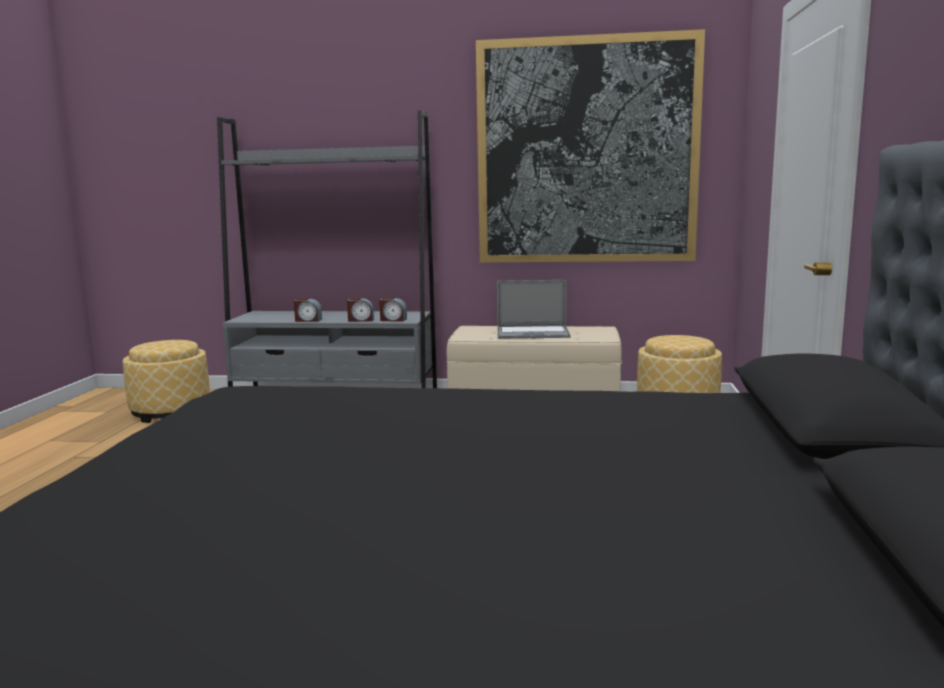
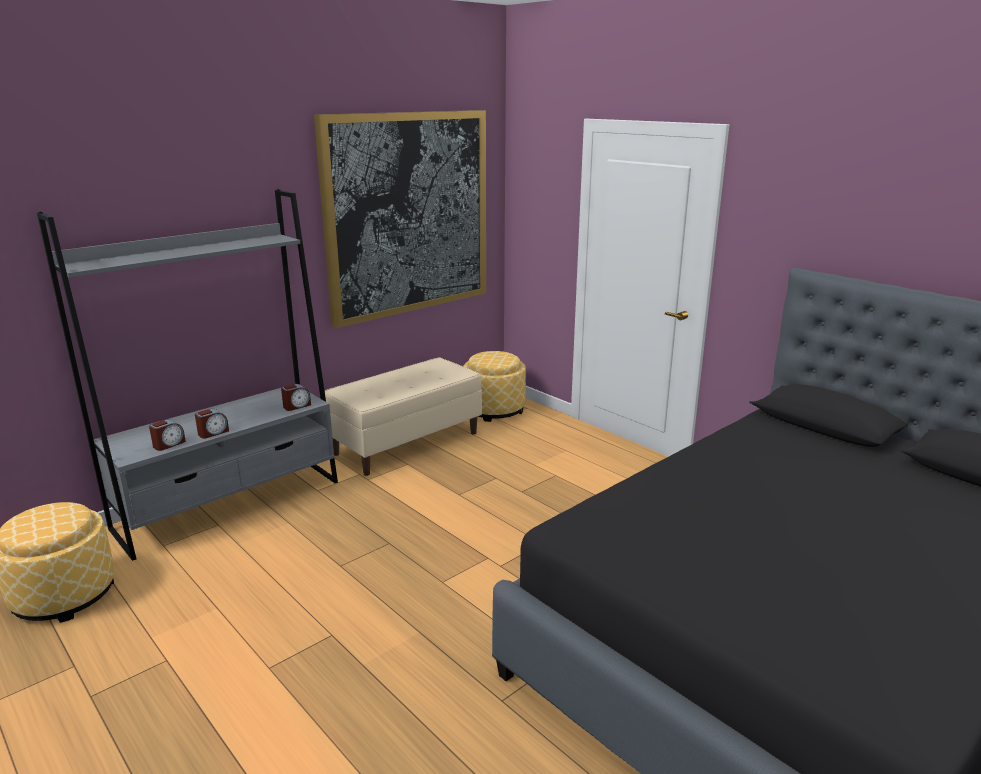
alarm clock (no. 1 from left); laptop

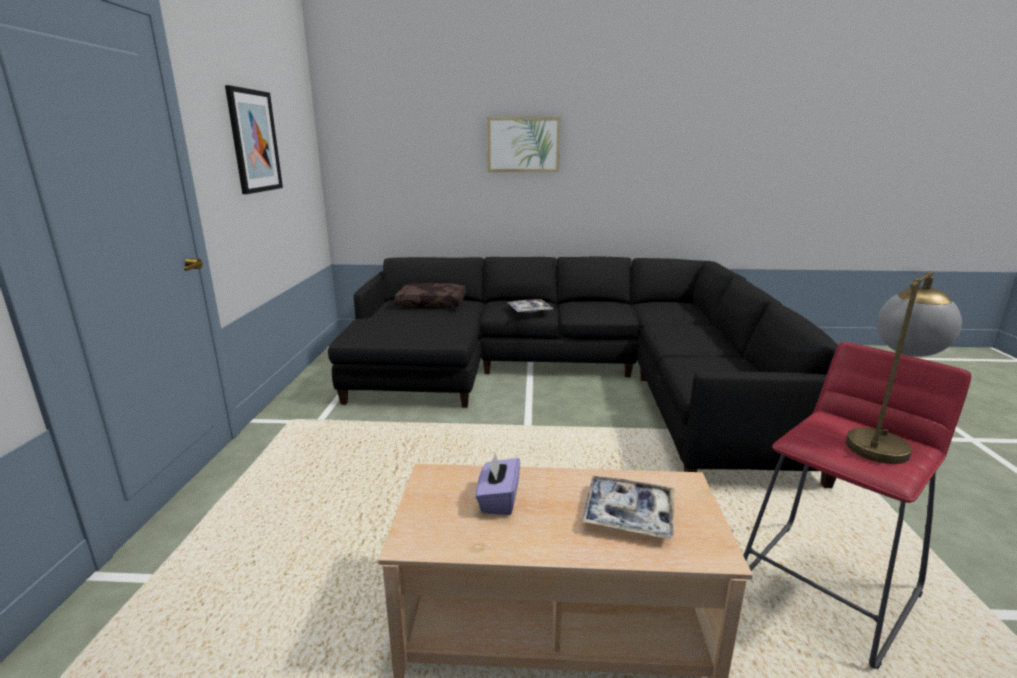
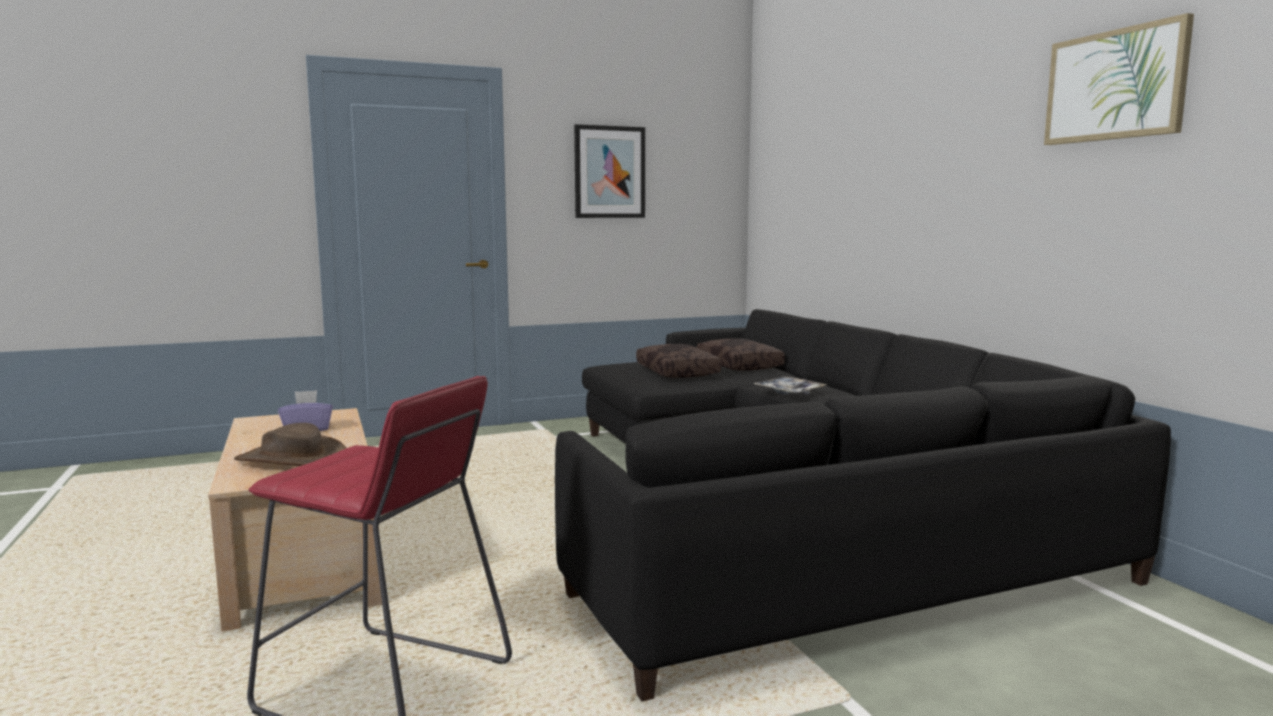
brown hat; brown pillow (no. 1 from left); picture (no. 2 from left); table lamp

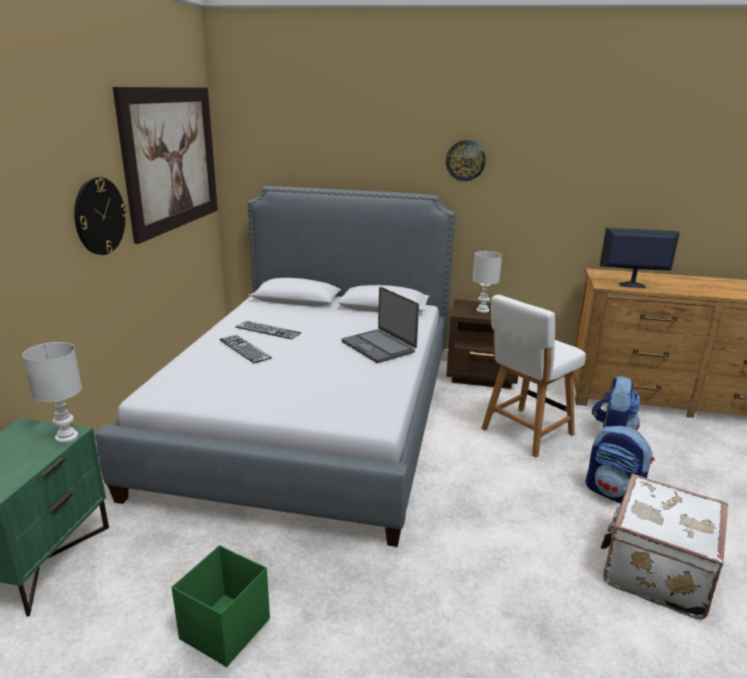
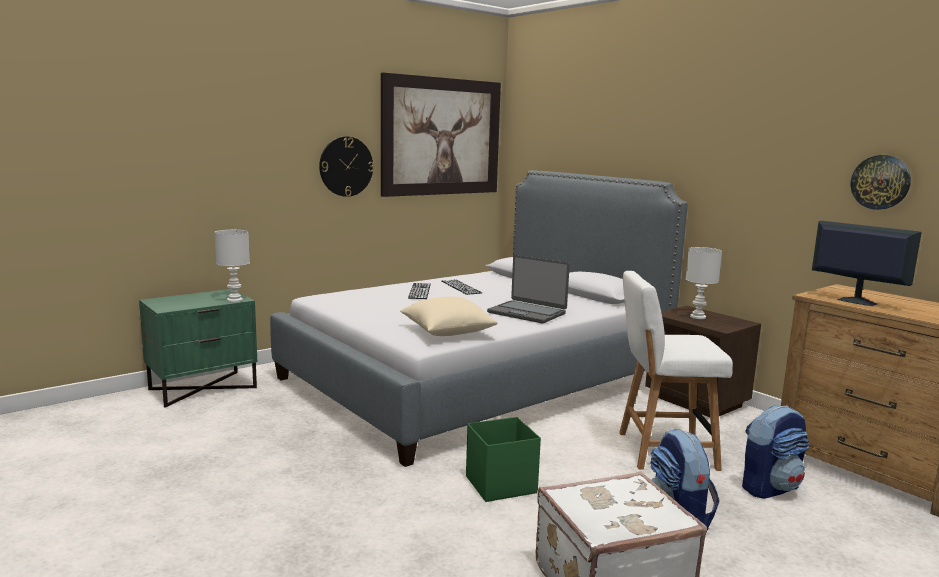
beige pillow; green storage box; laptop; wall clock (no. 2 from left)

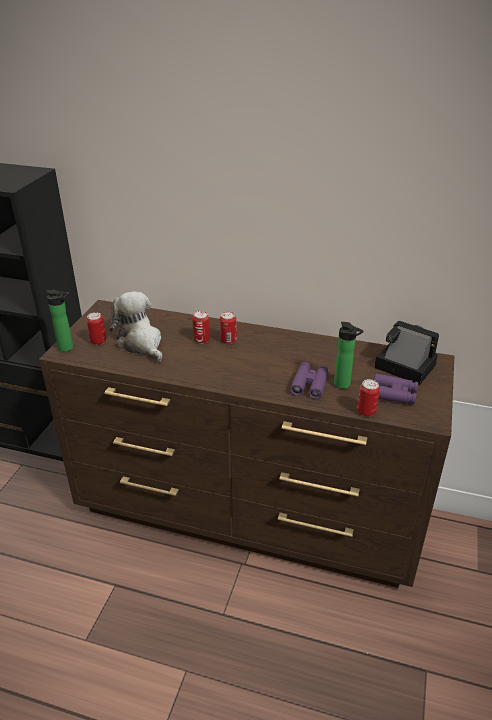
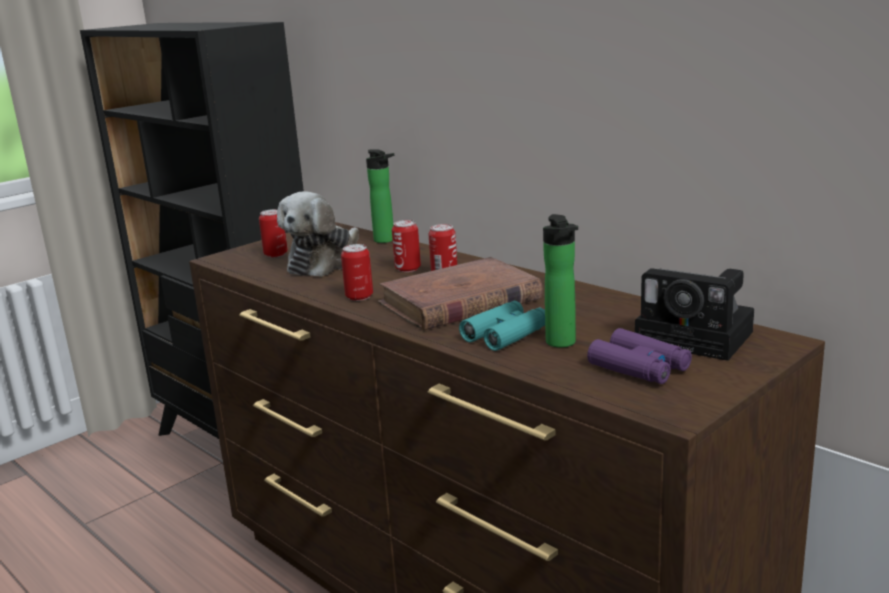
plush toy; can (no. 2 from left); bottle (no. 1 from left); brown book; turquoise binoculars; photo camera

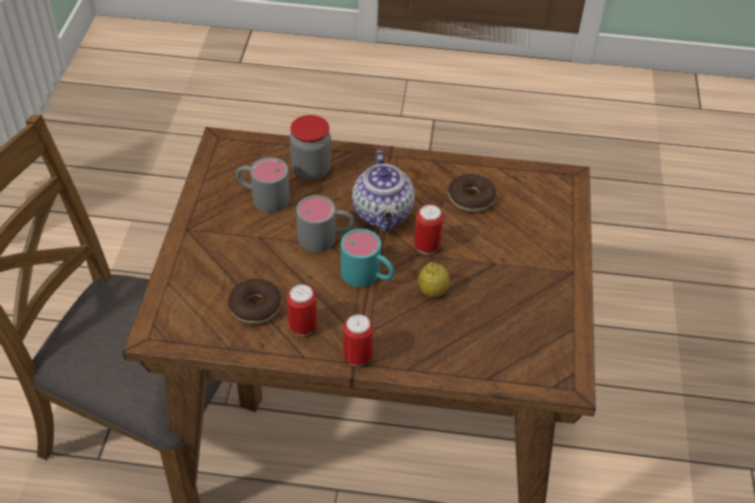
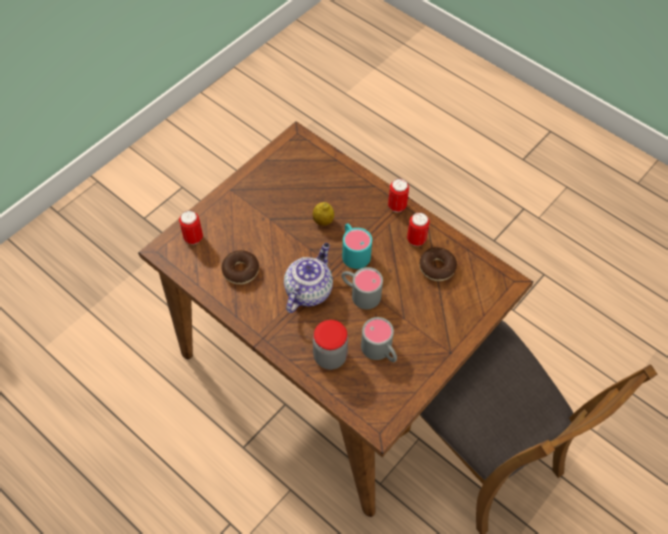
can (no. 1 from left)

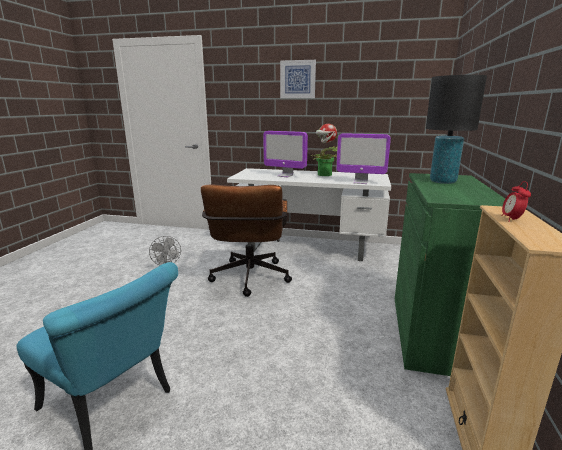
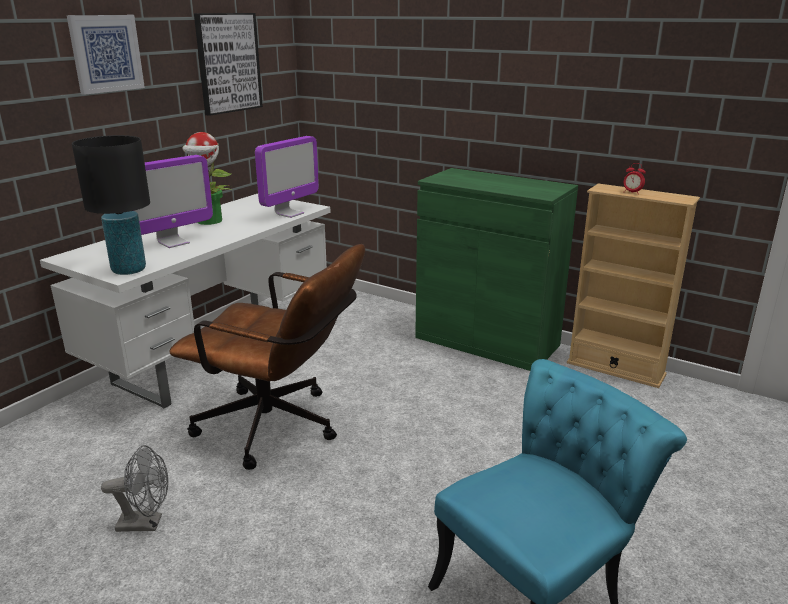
black table lamp; picture (no. 2 from left)

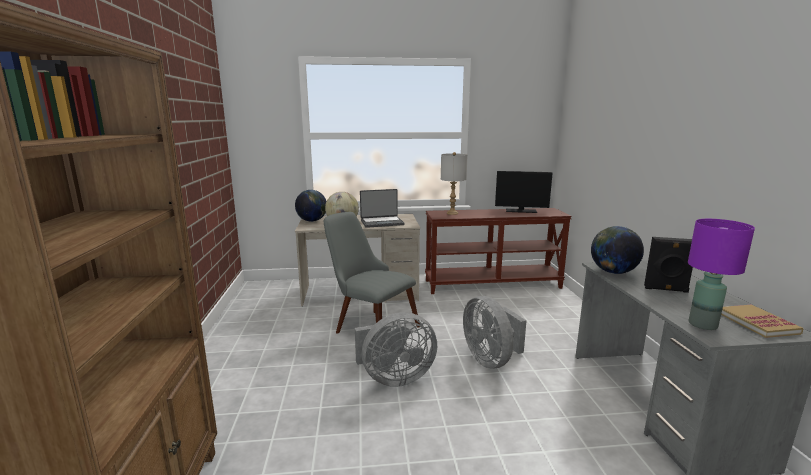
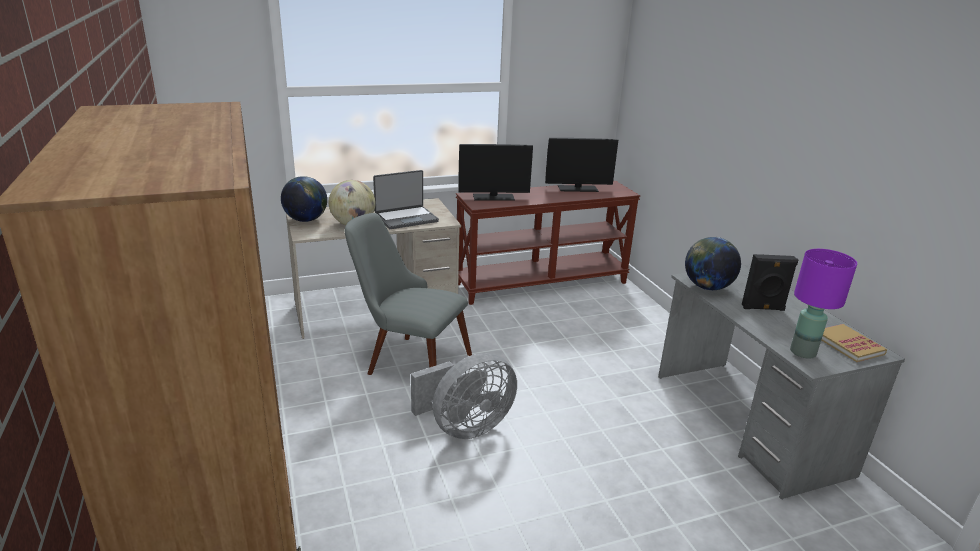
monitor (no. 1 from left); grey fan (no. 2 from left in the first image)

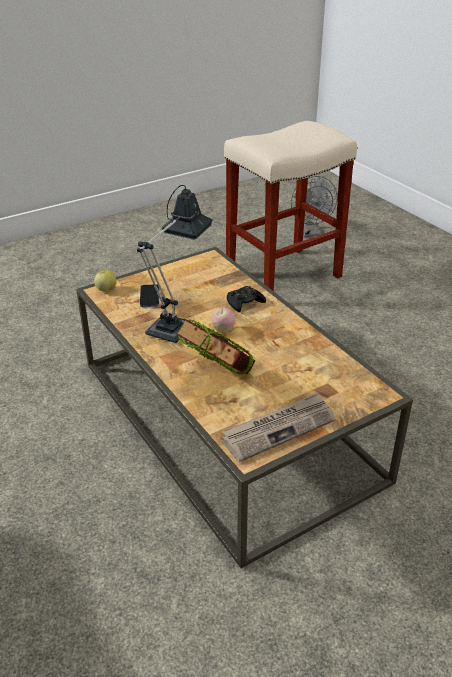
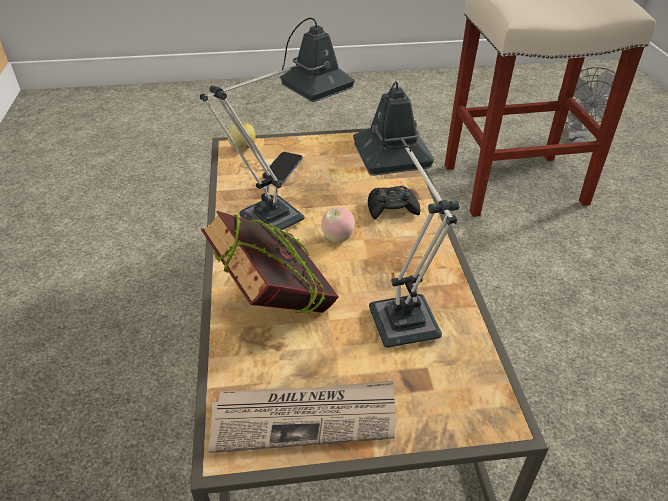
table lamp (no. 2 from left)

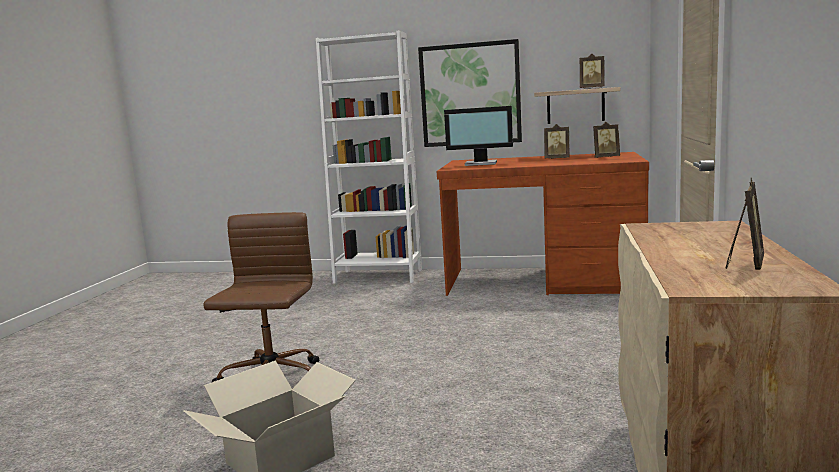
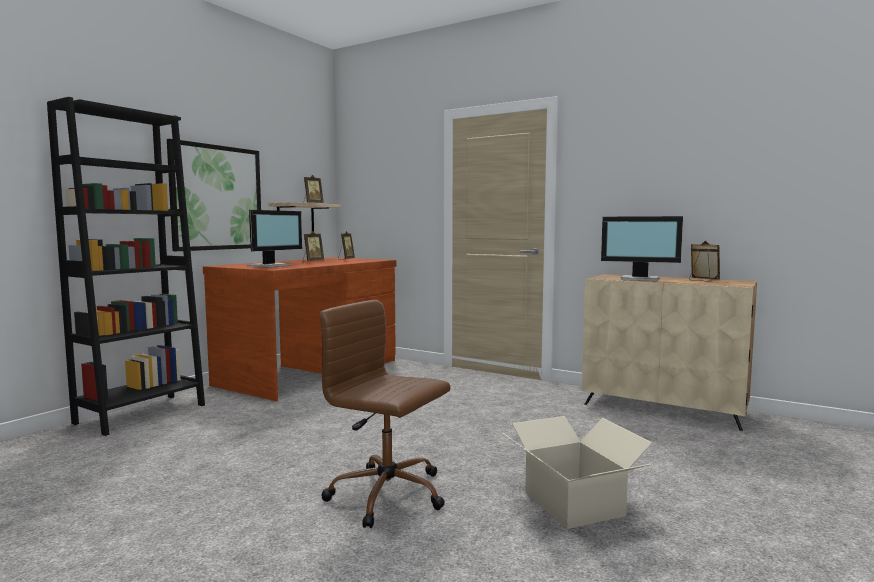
black bookcase; monitor (no. 2 from left)

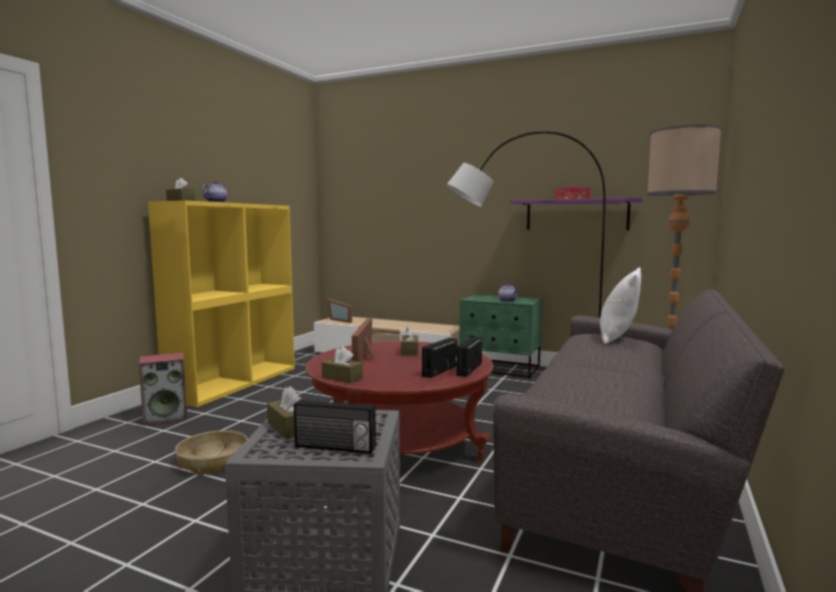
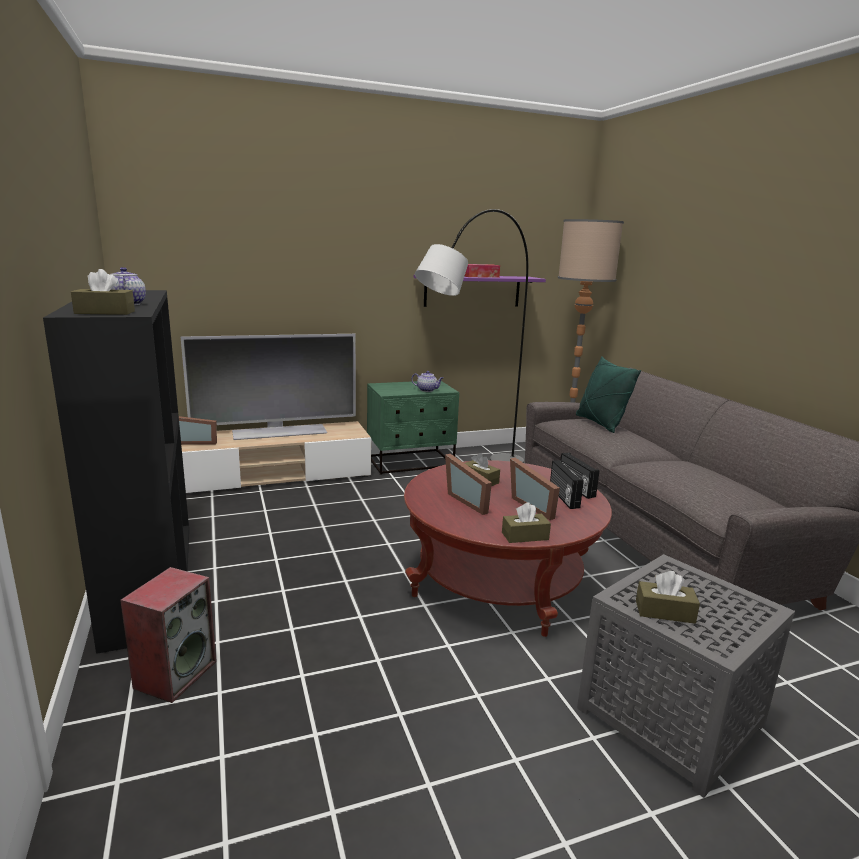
black bookcase; television; picture frame (no. 3 from left); green pillow; basket; radio (no. 1 from left in the first image)

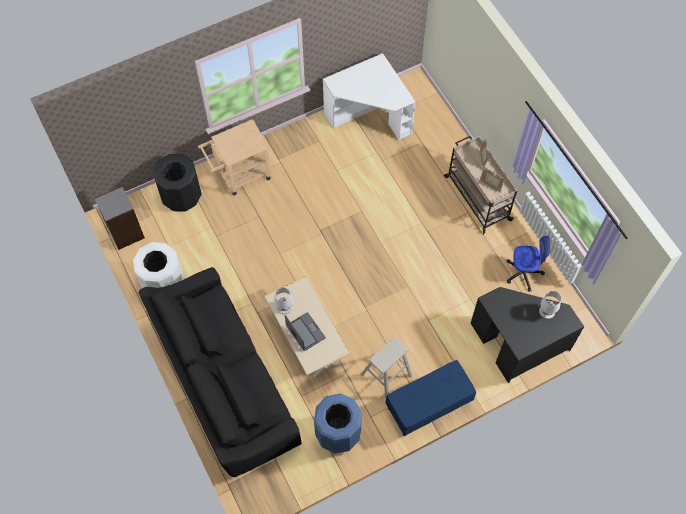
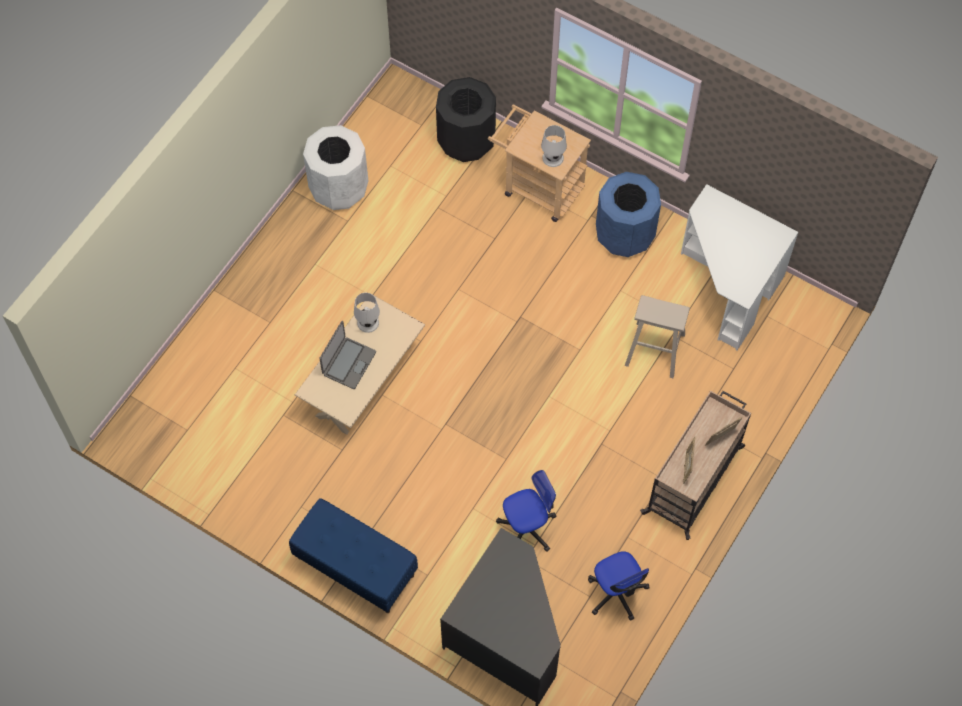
office chair (no. 1 from left); white table lamp (no. 2 from left); blue trash can; beige stool; grey bookcase; black sofa

